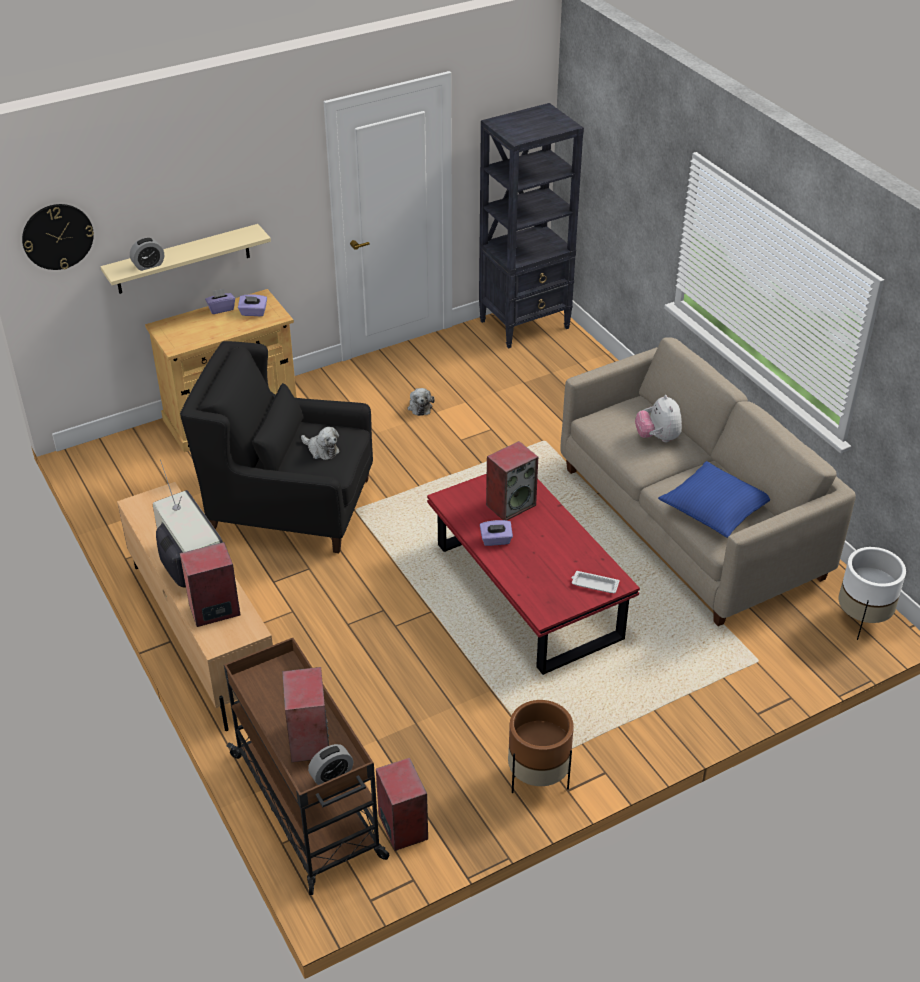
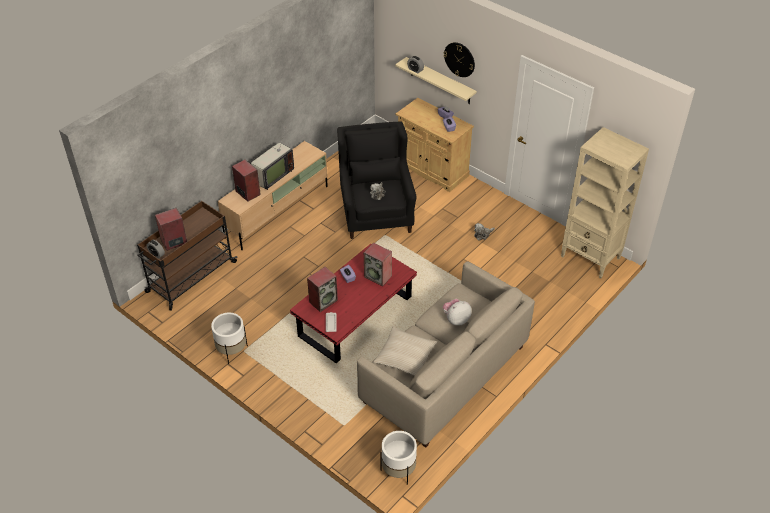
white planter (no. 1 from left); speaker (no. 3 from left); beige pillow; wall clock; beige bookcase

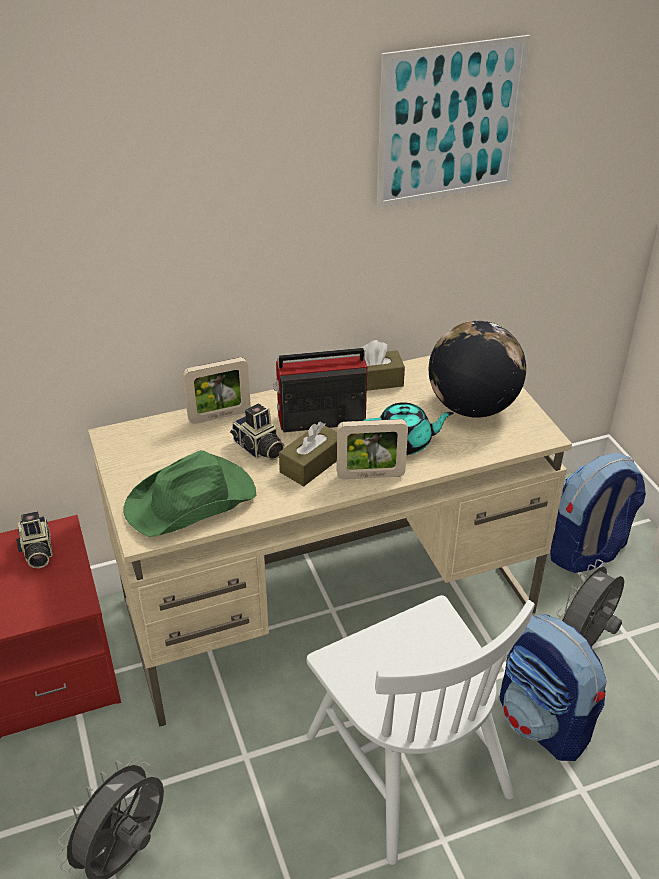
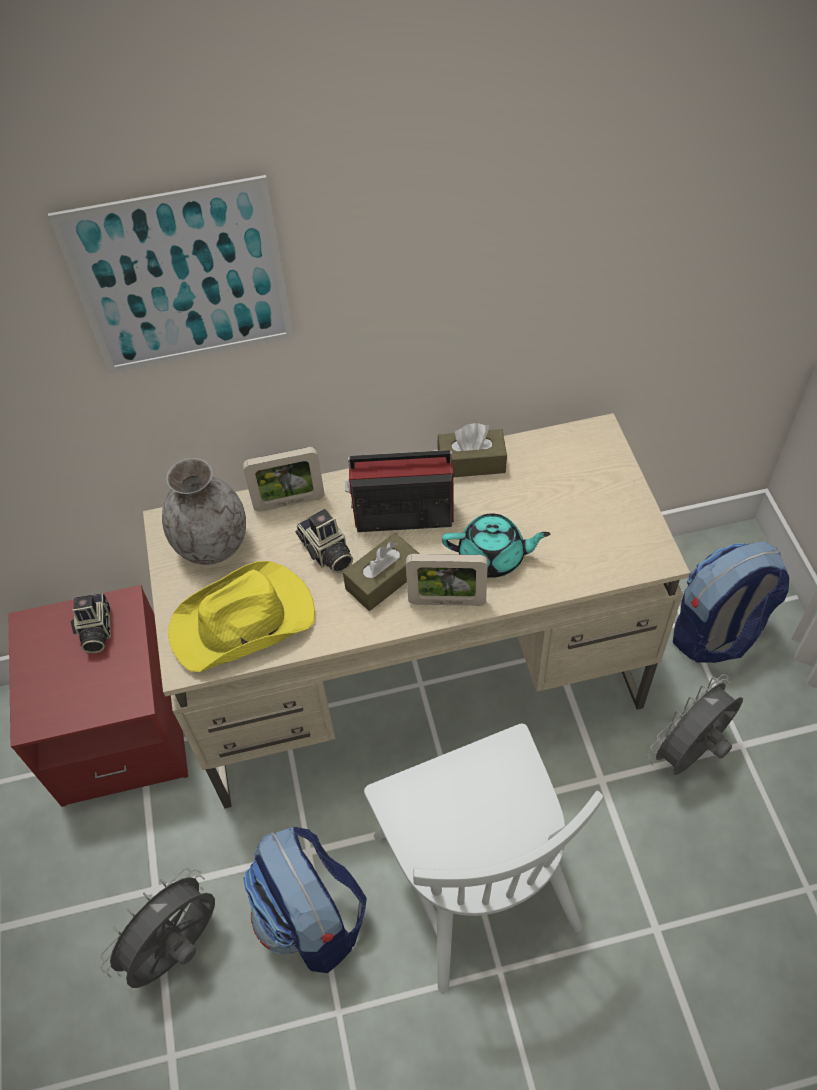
picture; grey vase; yellow hat; backpack (no. 1 from left); globe

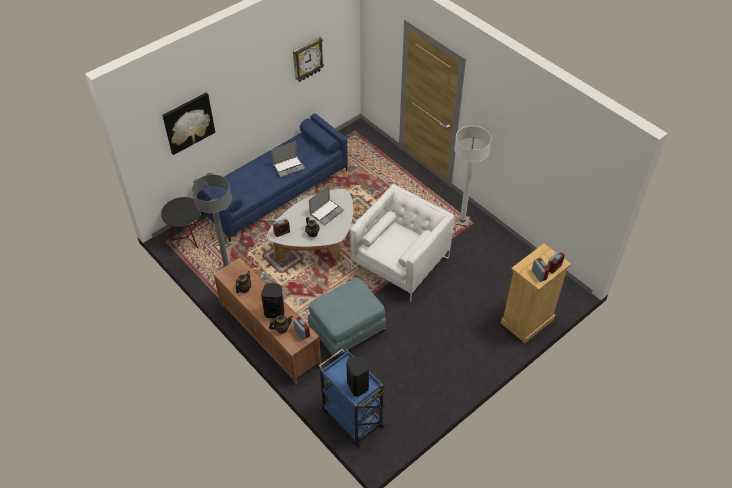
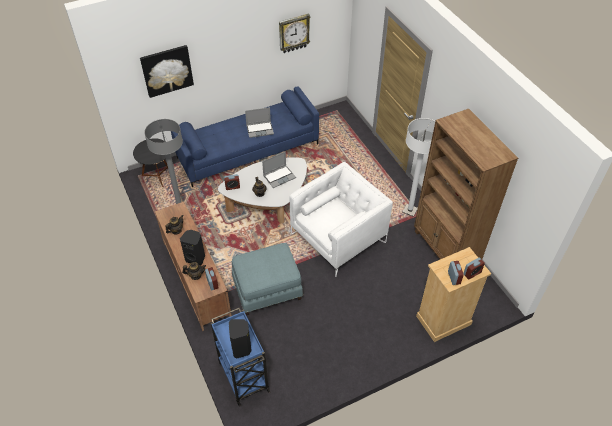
brown bookcase

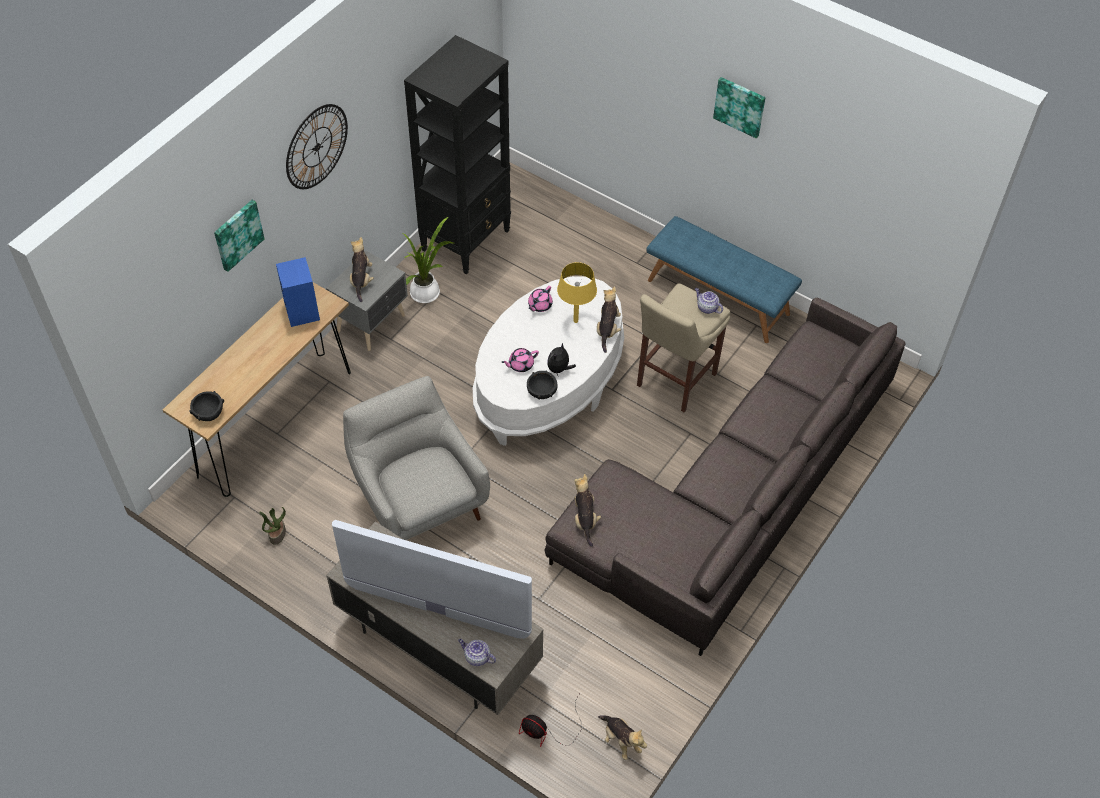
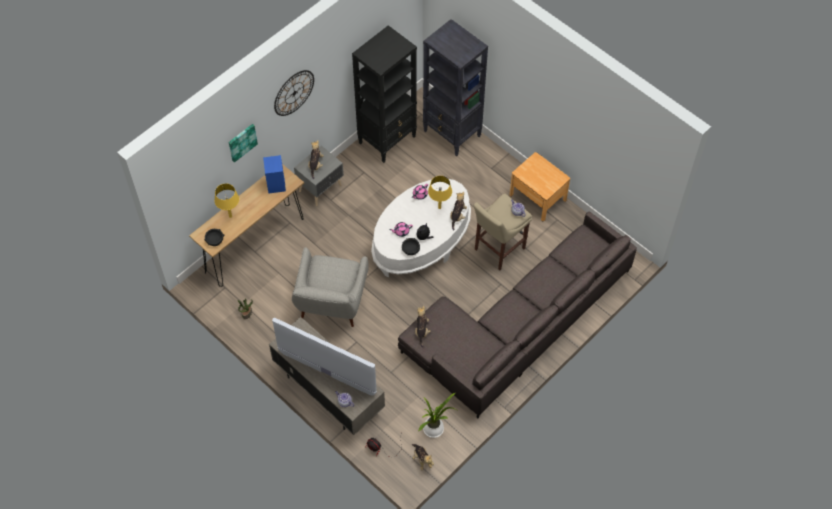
yellow table lamp (no. 1 from left); grey armchair; potted plant (no. 2 from left); black bookcase (no. 2 from left); brown nightstand; picture (no. 2 from left in the first image)

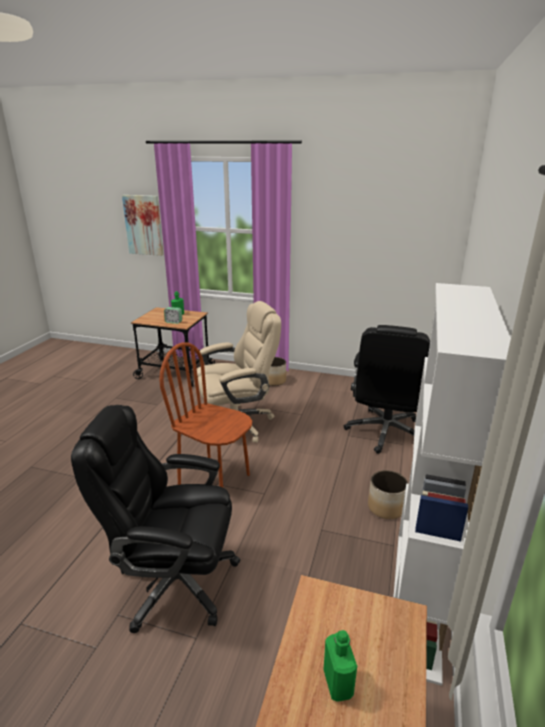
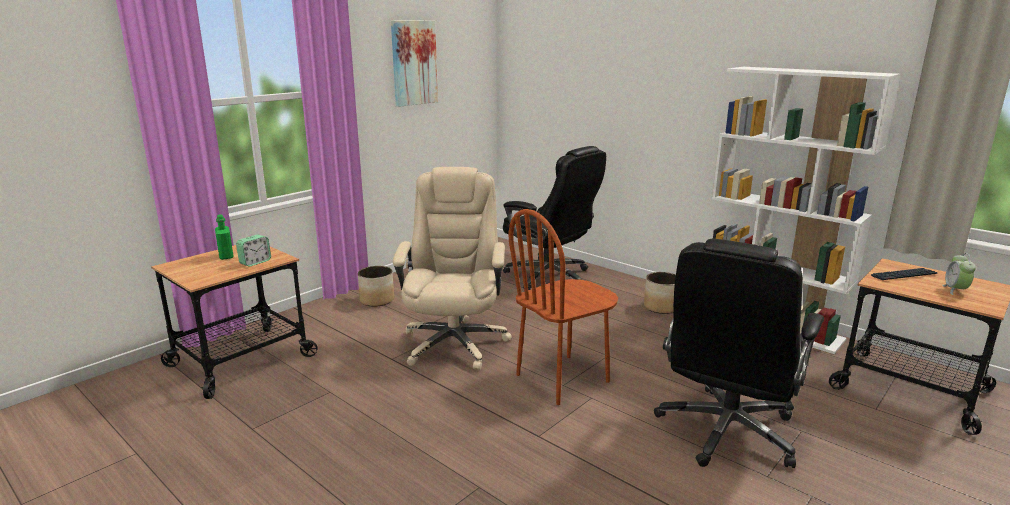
picture; keyboard; alarm clock (no. 2 from left)

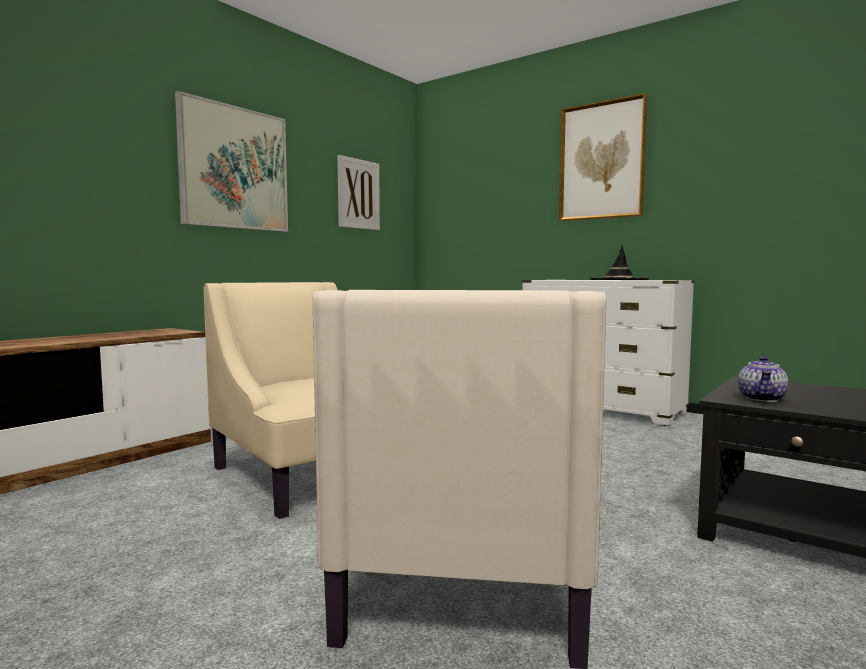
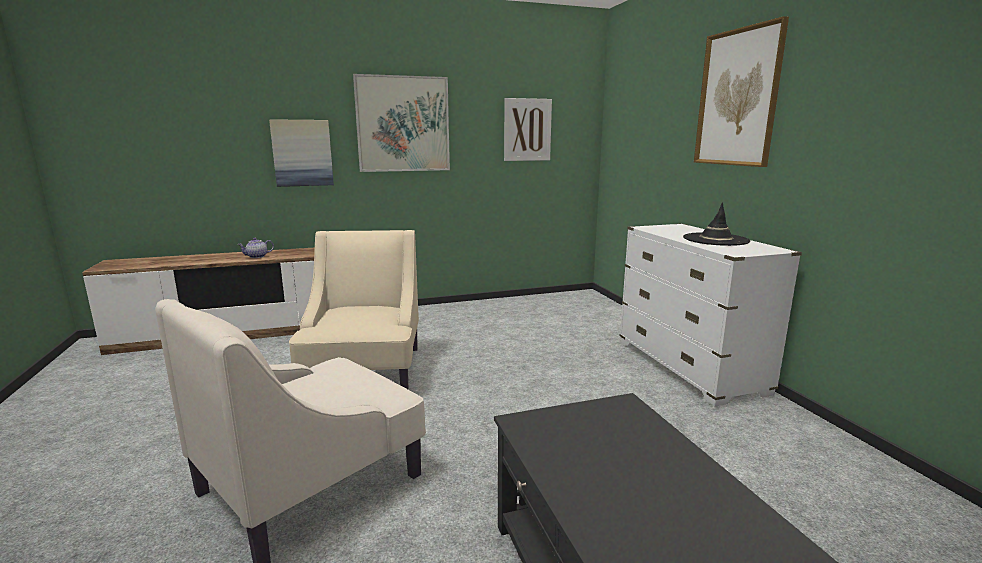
teapot; picture (no. 1 from left)

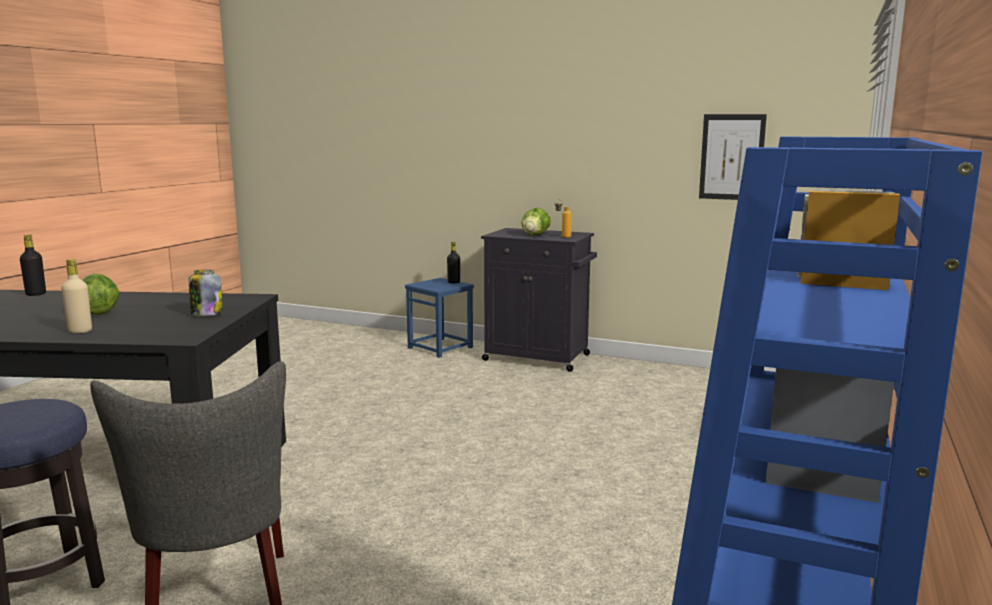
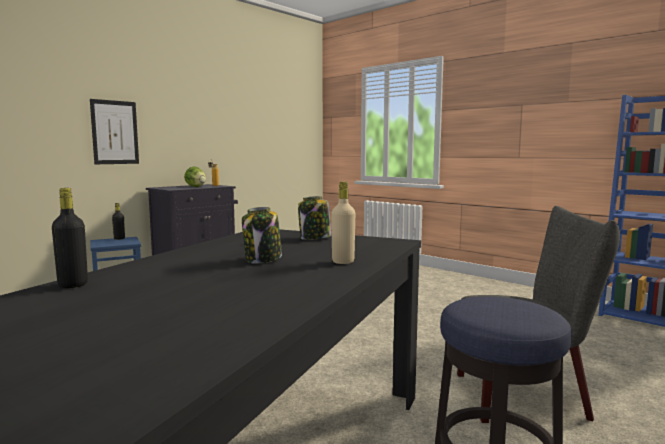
picture; jar (no. 1 from left)

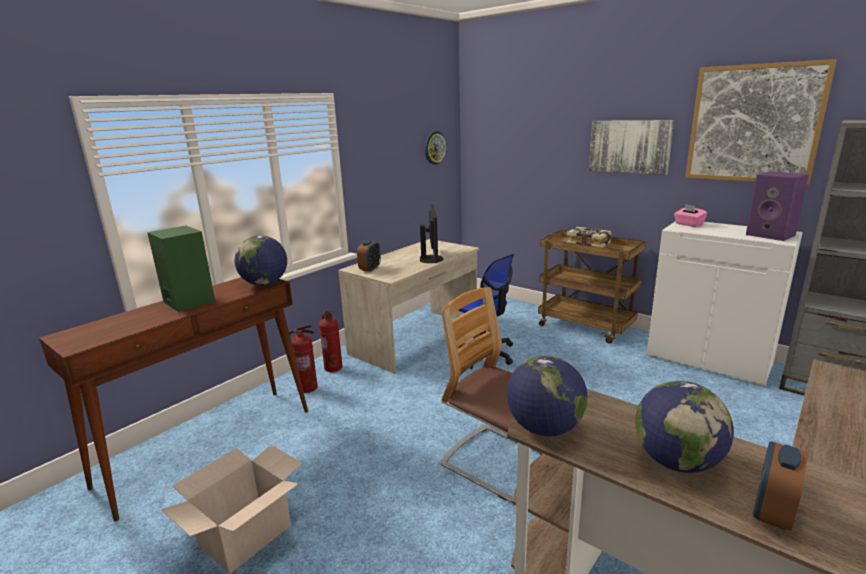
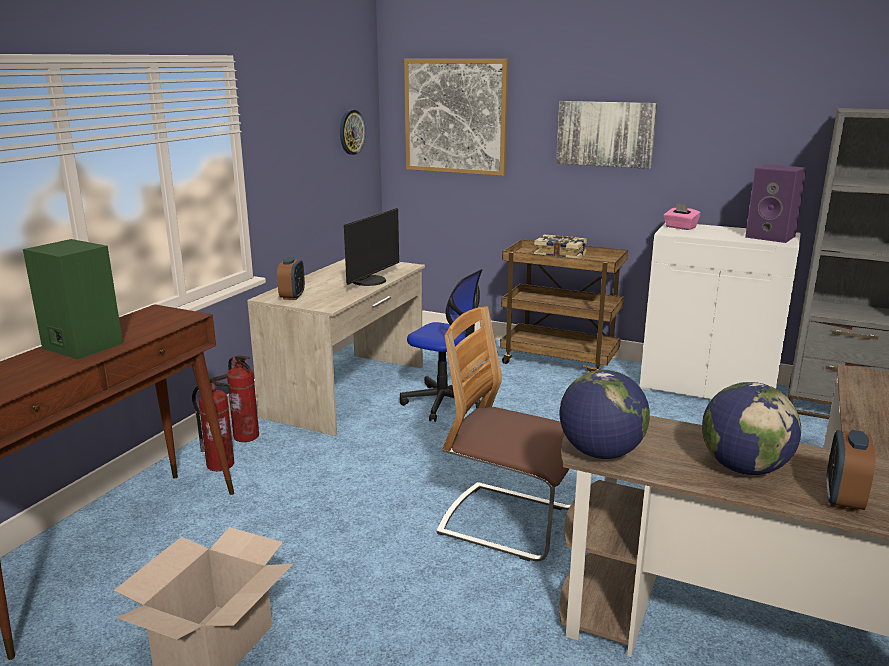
monitor; picture (no. 1 from left); globe (no. 1 from left in the first image)

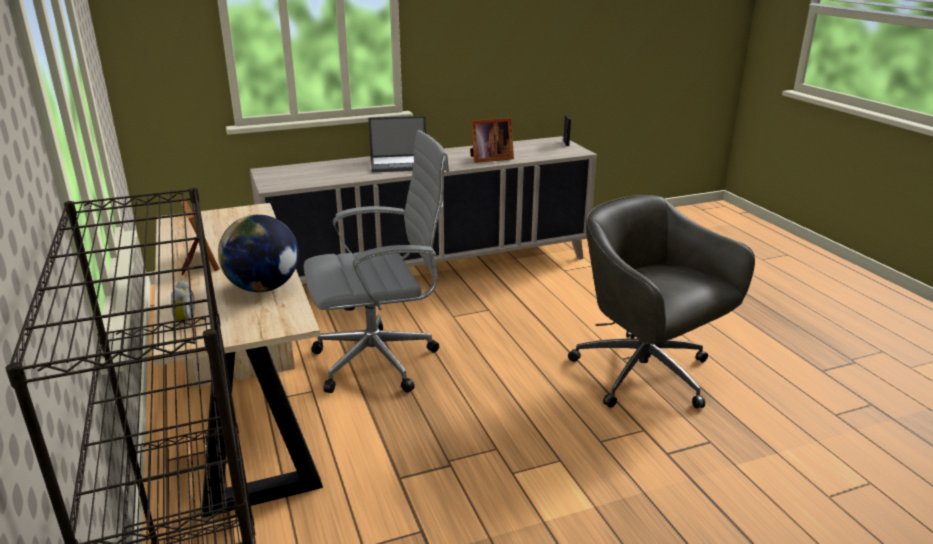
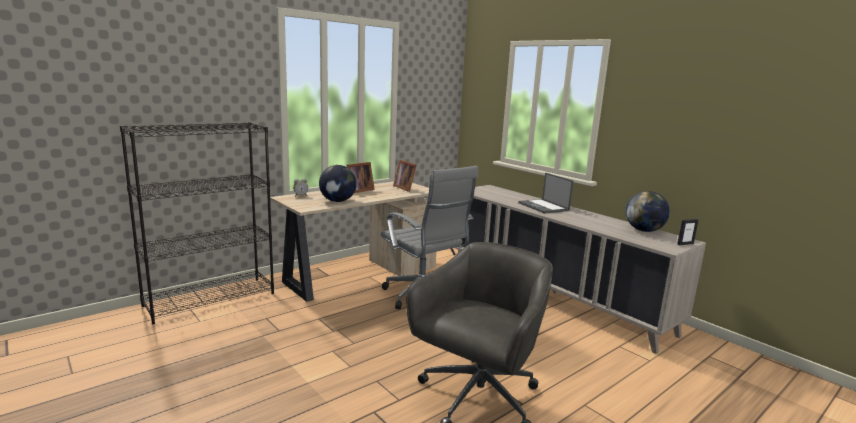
picture frame (no. 2 from left); globe (no. 2 from left)

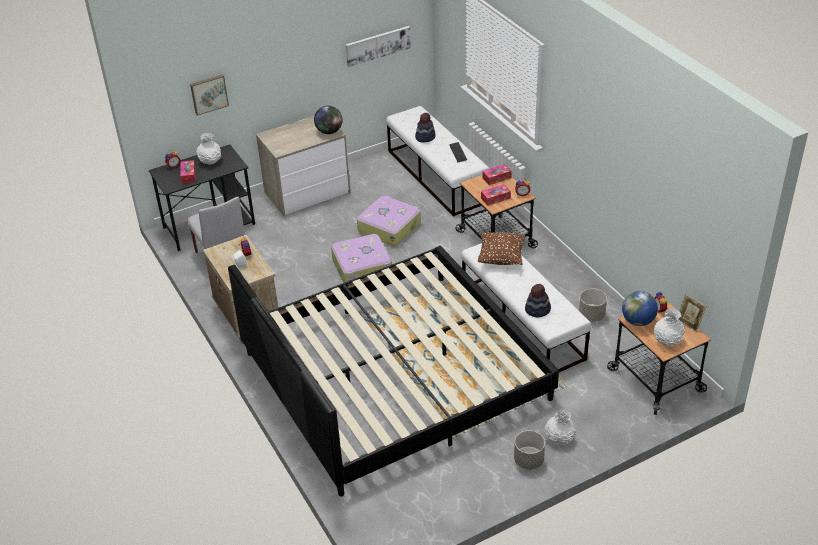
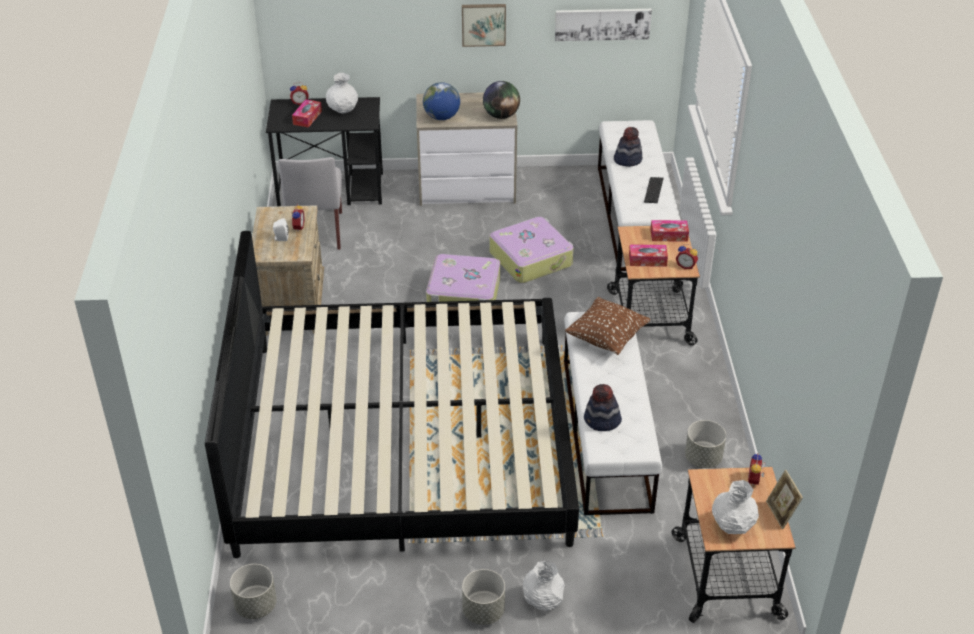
grey planter (no. 1 from left); globe (no. 1 from left); picture (no. 1 from left)

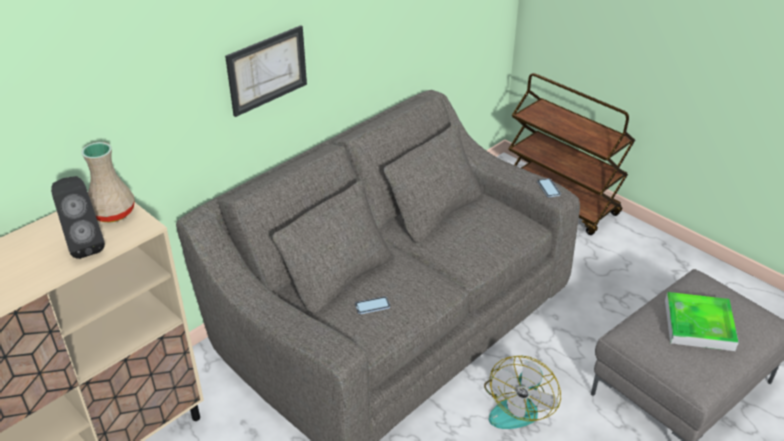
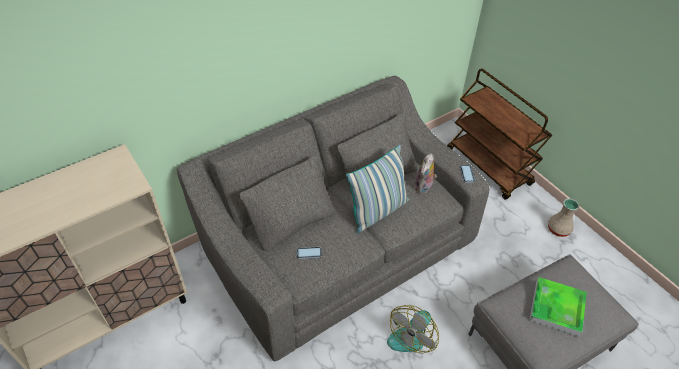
pillow; plush toy; beige vase; black speaker; picture

